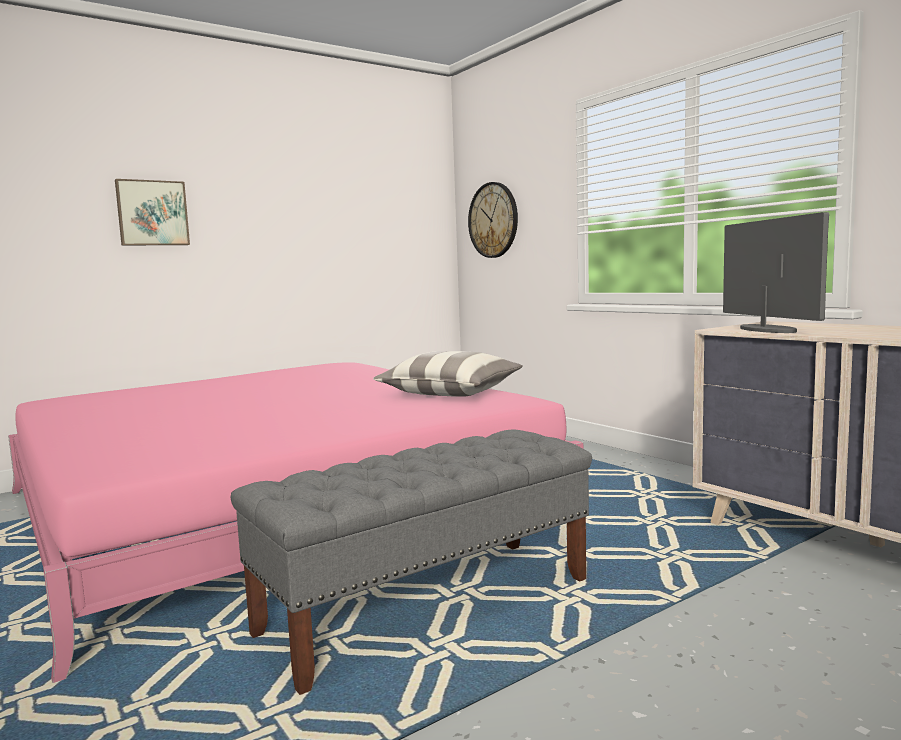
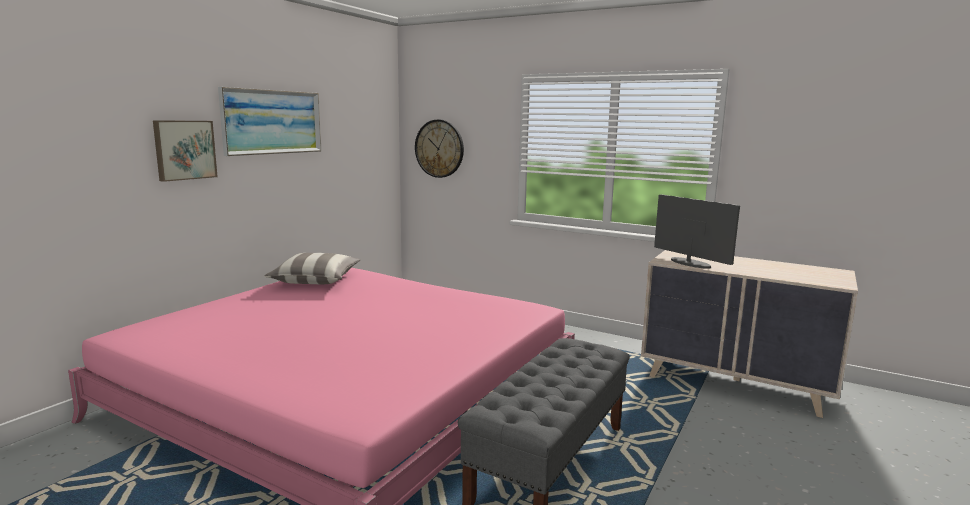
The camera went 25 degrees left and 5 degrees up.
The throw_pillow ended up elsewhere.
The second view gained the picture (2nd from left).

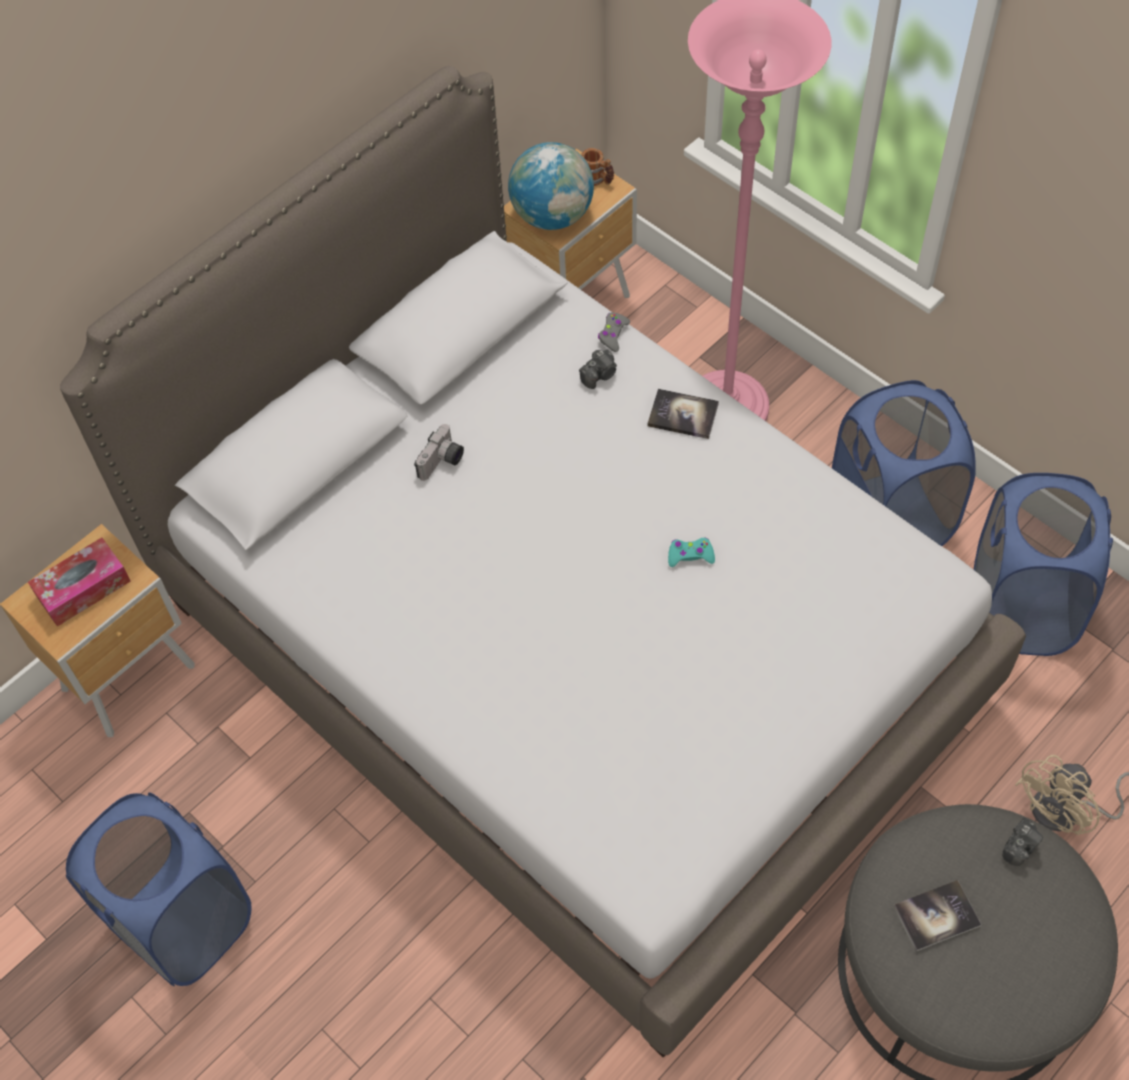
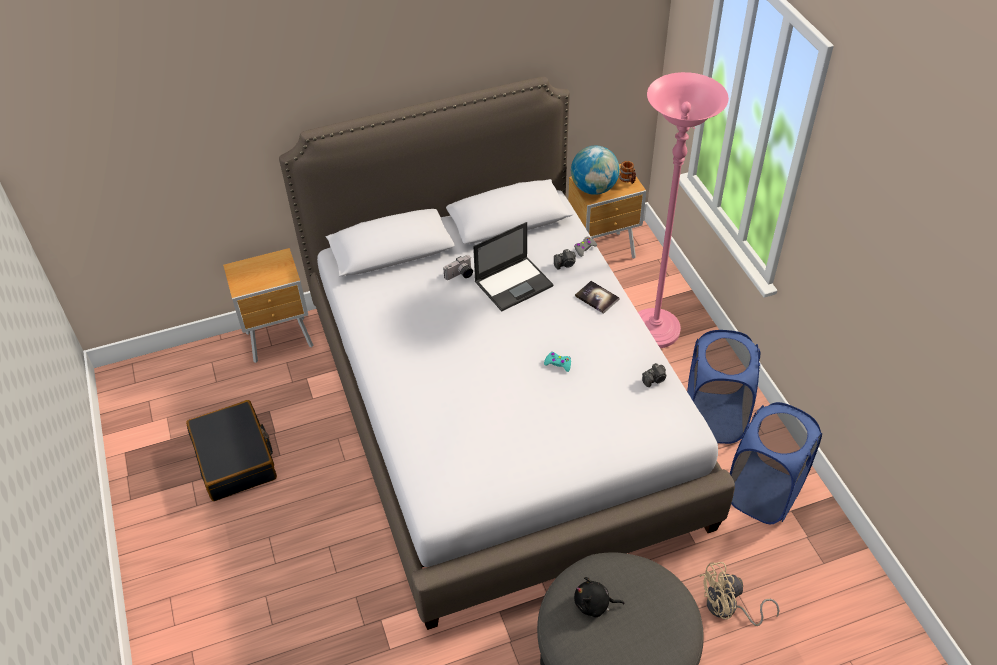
The camera went 25 degrees right and 10 degrees down.
The second view lost the tissue_box.
Where the bluish_hamper (1st from left) stood, the black-coloured_piece_of_luggage came to stand.
Where the book (2nd from left) stood, the black-coloured_cuddly_toy came to stand.
The photo_camera (3rd from left) ended up elsewhere.
The second view gained the laptop.

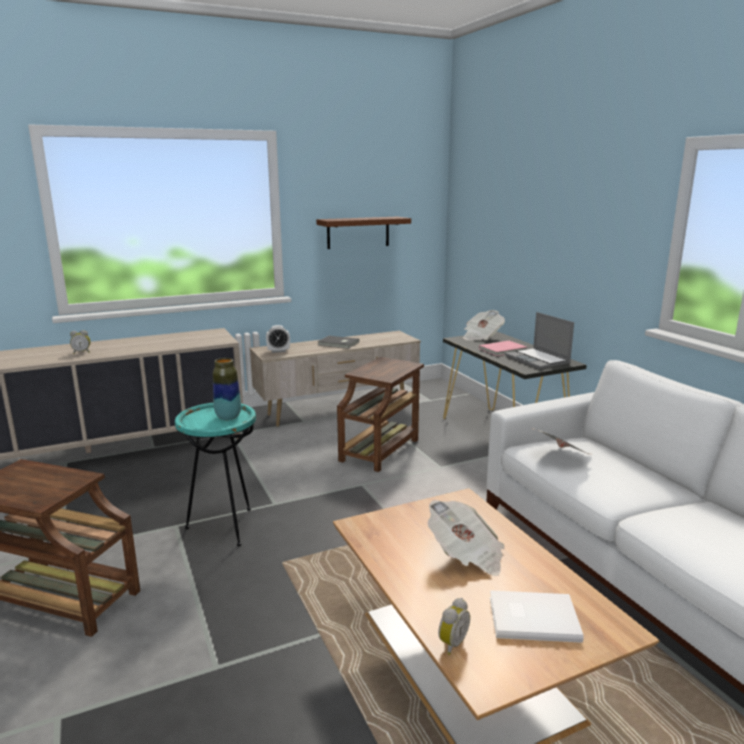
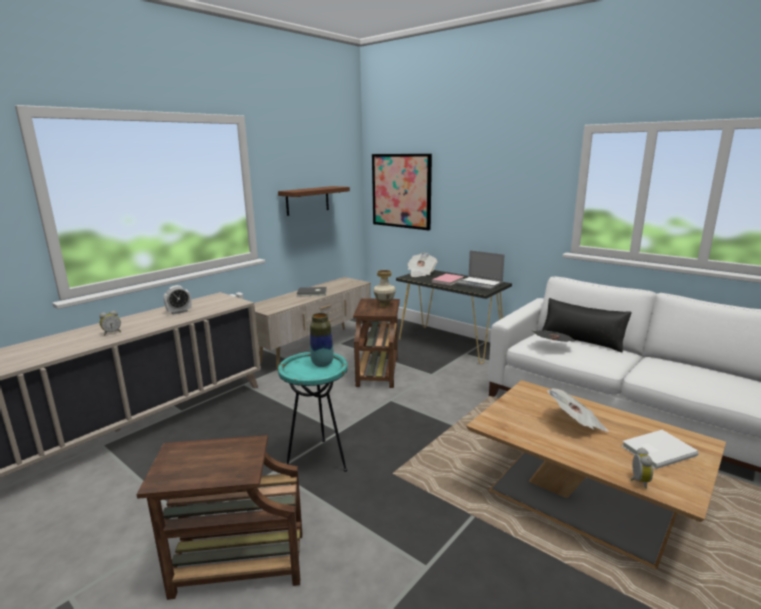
The camera went 25 degrees left and 0 degrees up.
The alarm_clock (2nd from left) ended up elsewhere.
The second view gained the picture.
The second view gained the flower_vase (2nd from left).
The second view gained the black-coloured_throw_pillow.

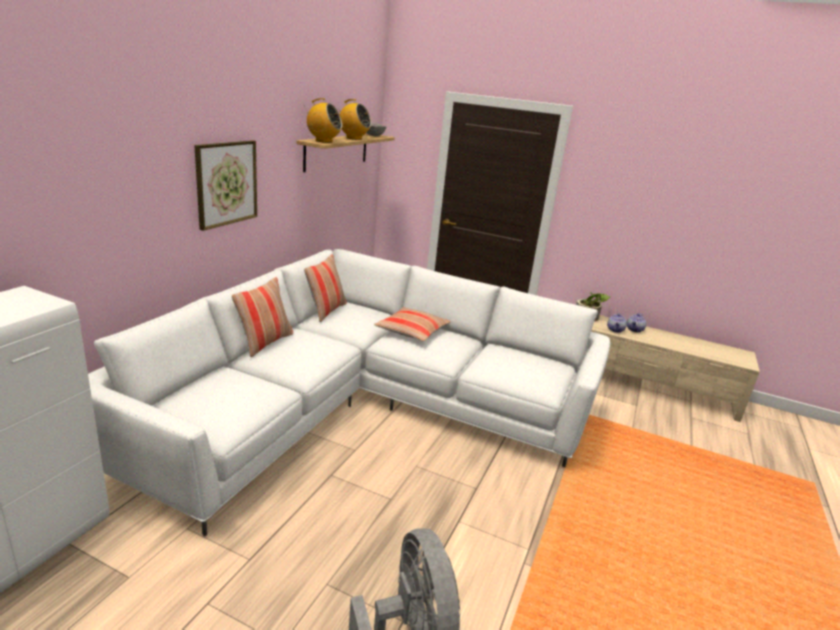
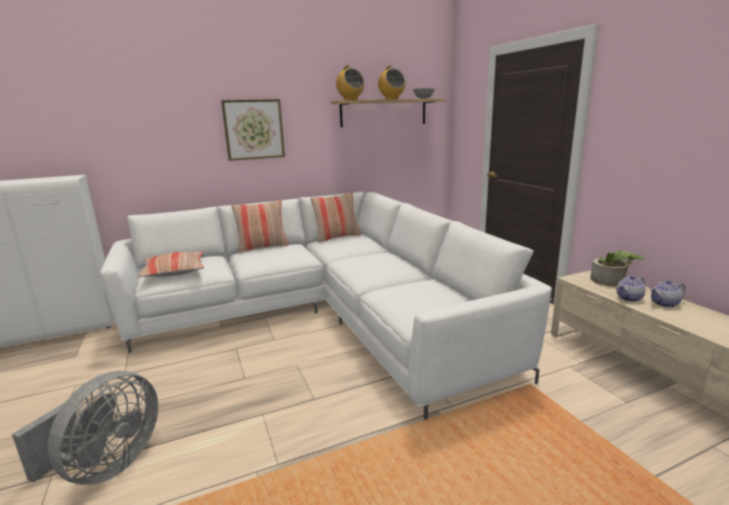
The camera went 45 degrees right and 5 degrees down.
The throw_pillow (3rd from left in the first image) ended up elsewhere.

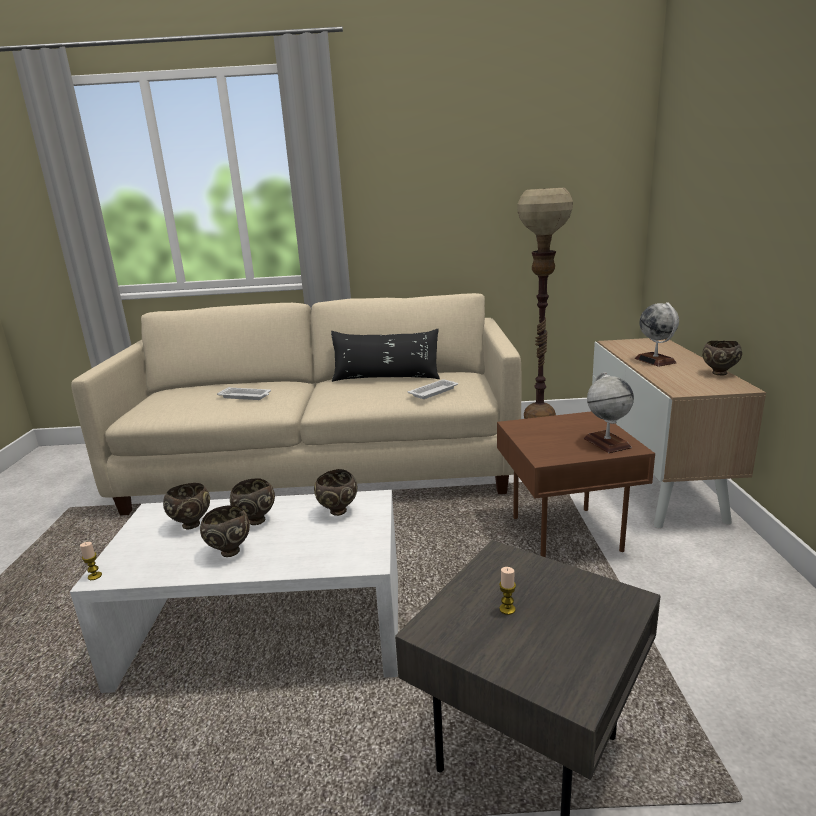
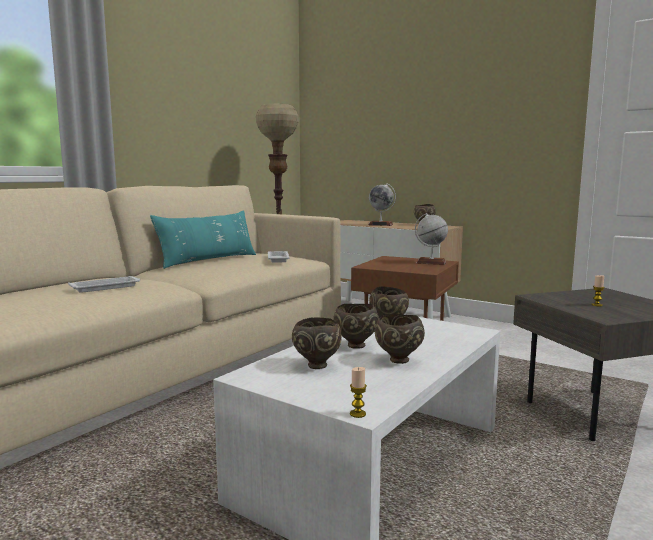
The camera went 55 degrees left and 10 degrees down.
What was the black-coloured_throw_pillow turned into the blue-green_throw_pillow.

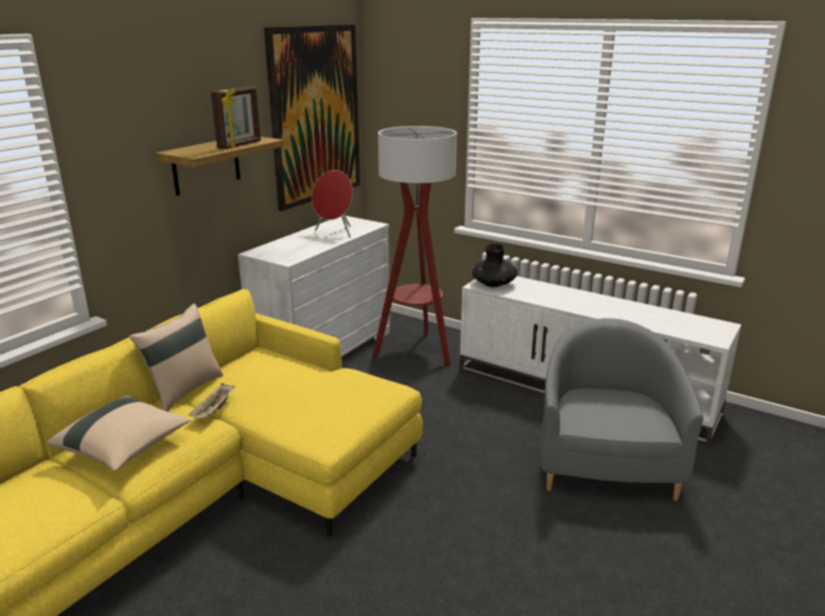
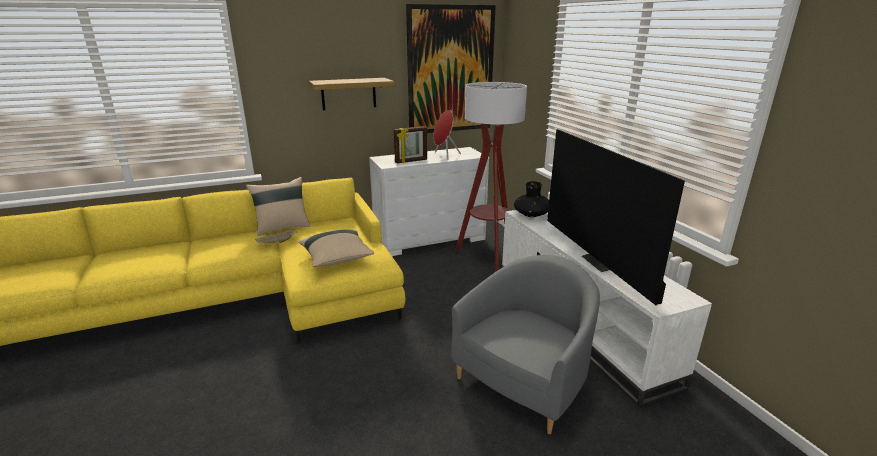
The camera went 35 degrees right and 0 degrees up.
The beige_throw_pillow (1st from left in the first image) ended up elsewhere.
The standing_frame ended up elsewhere.
The second view gained the TV.

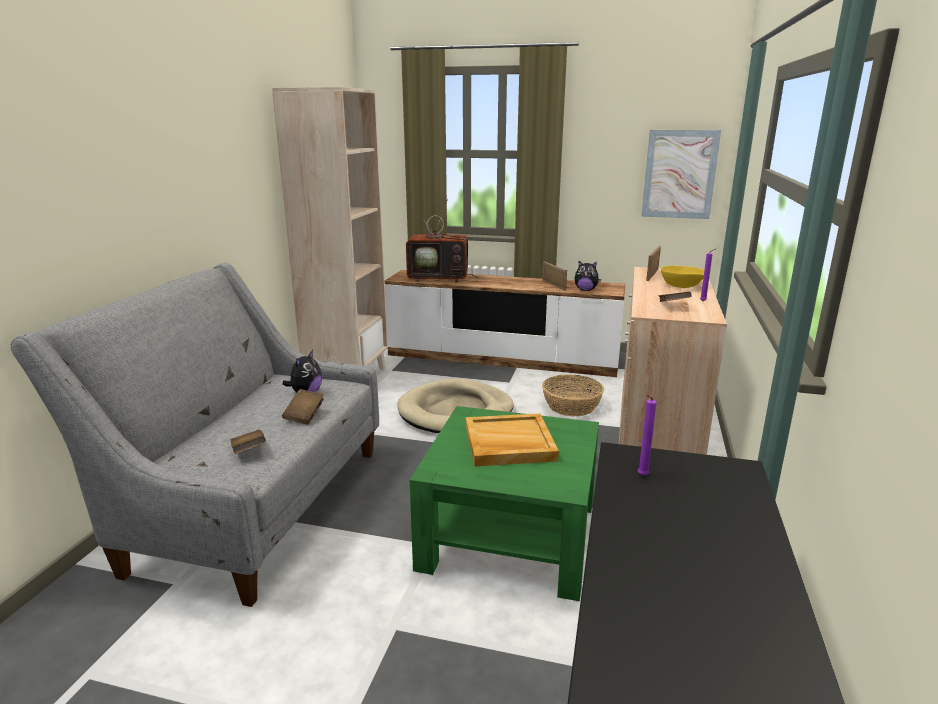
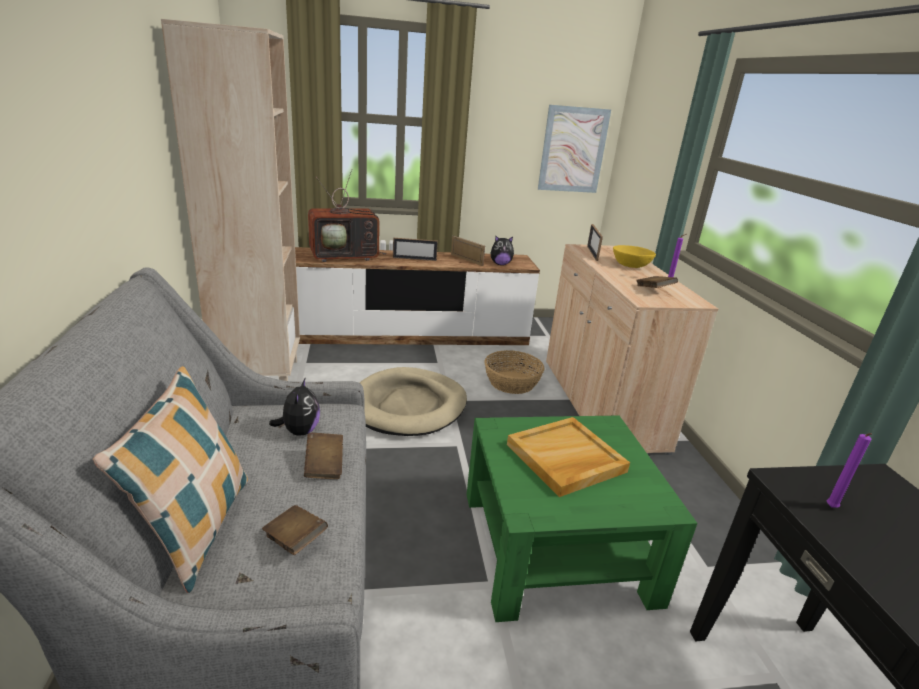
The camera went 25 degrees left and 5 degrees up.
The second view gained the throw_pillow.
The second view gained the standing_frame (1st from left).

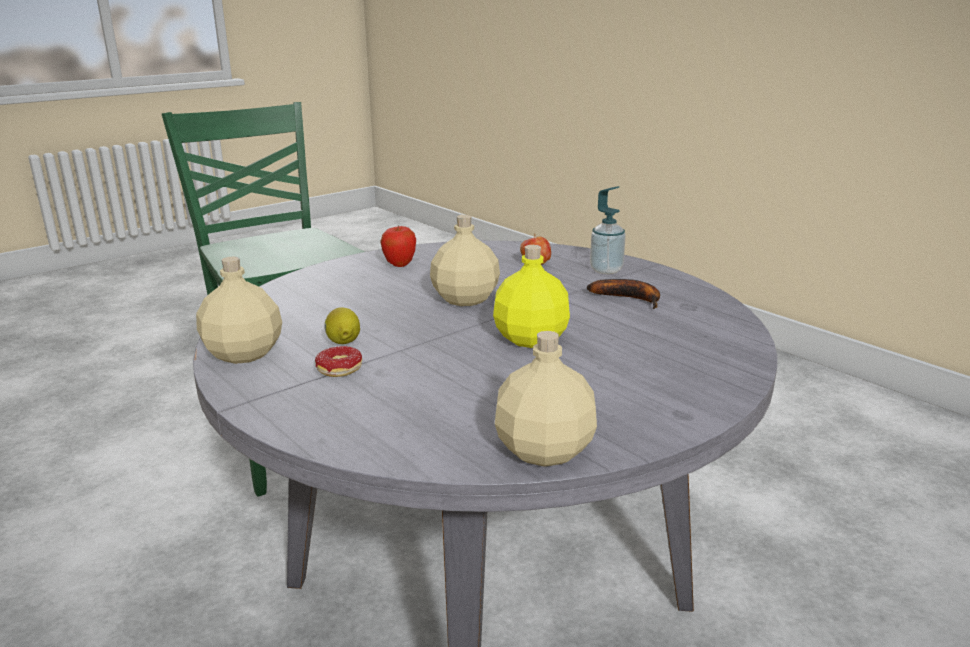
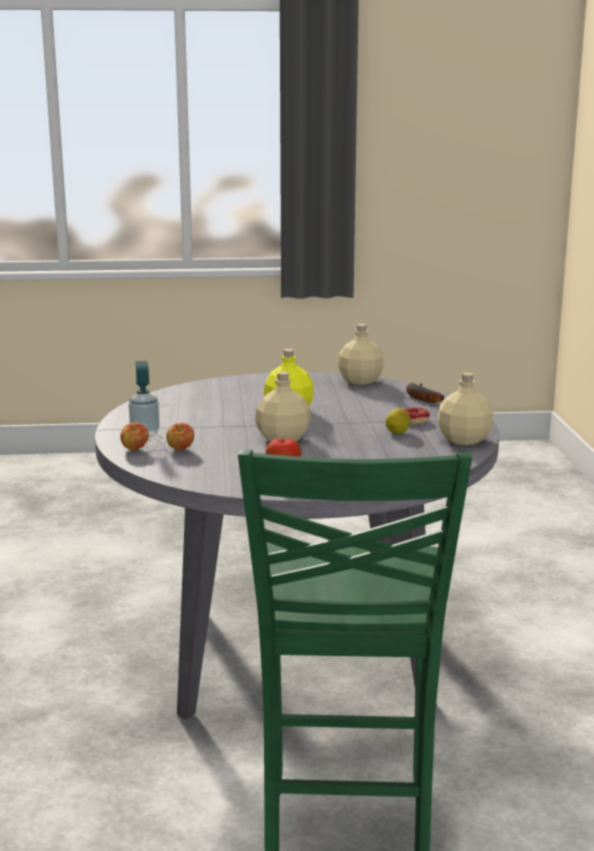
The camera went 145 degrees left and 5 degrees down.
The banana_fruit ended up elsewhere.
The second view gained the whole_apple (1st from left).

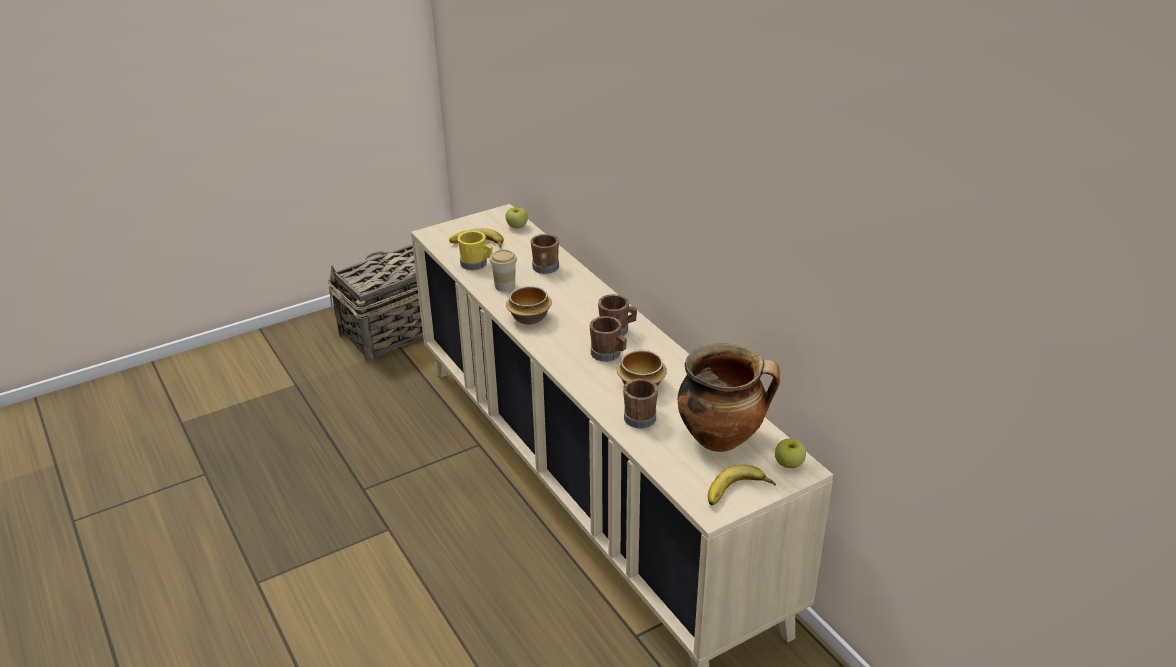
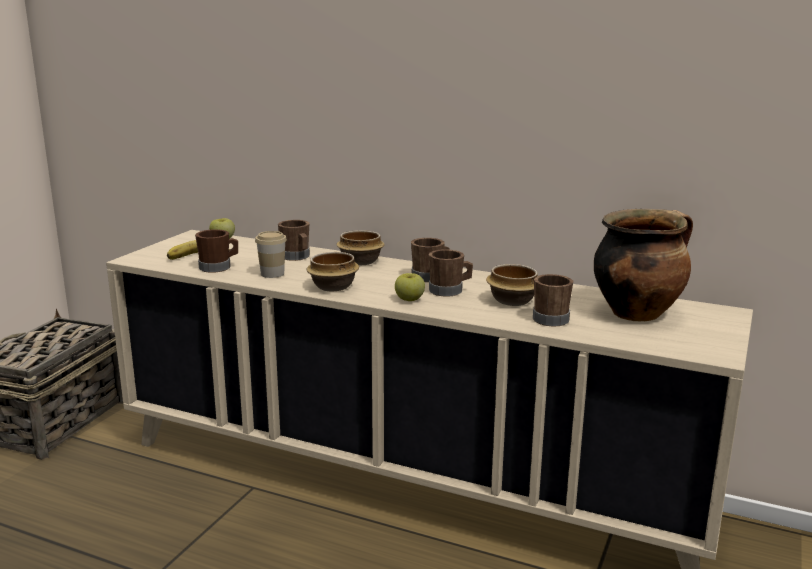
The camera went 35 degrees left and 15 degrees down.
What was the yellow_mug turned into the brown_mug (1st from left).
The second view lost the banana_fruit (2nd from left).
The whole_apple (2nd from left) ended up elsewhere.
The second view gained the deep_dish (2nd from left).

